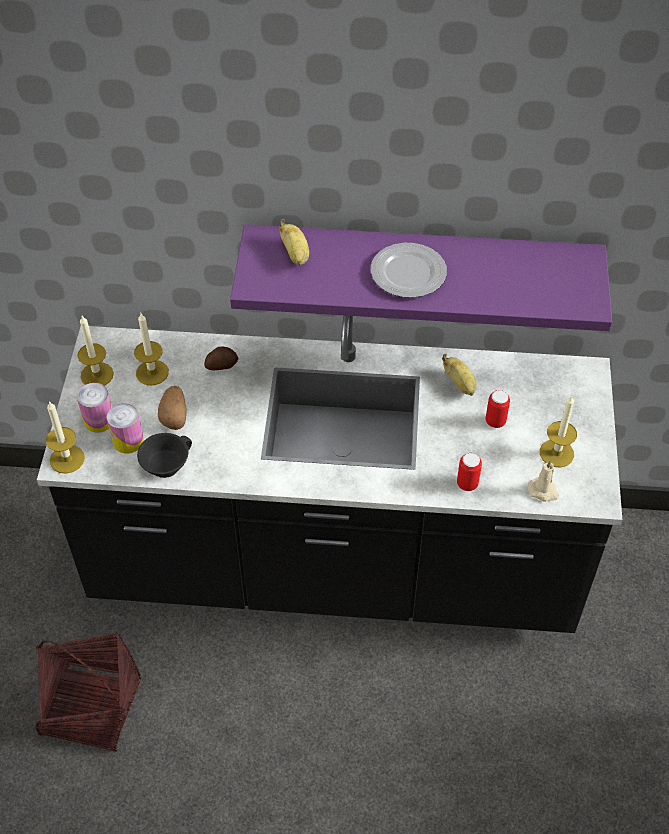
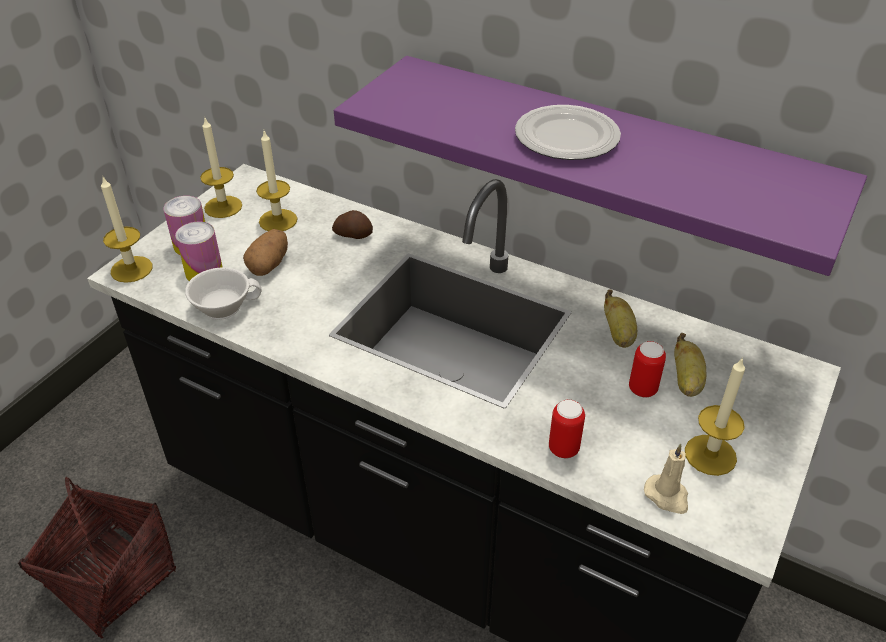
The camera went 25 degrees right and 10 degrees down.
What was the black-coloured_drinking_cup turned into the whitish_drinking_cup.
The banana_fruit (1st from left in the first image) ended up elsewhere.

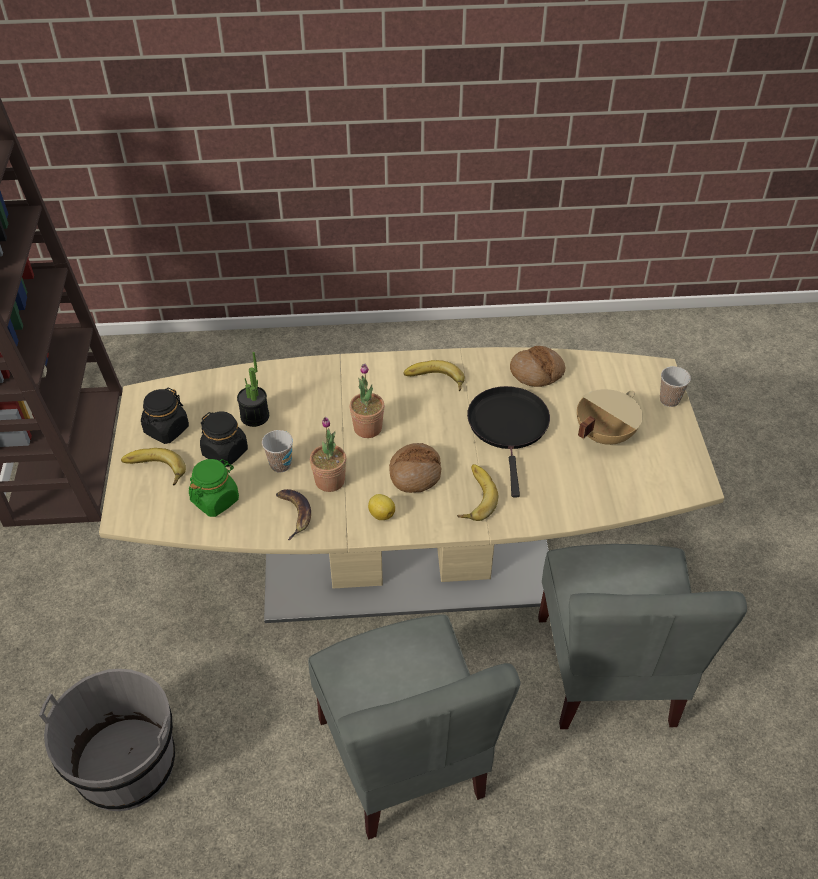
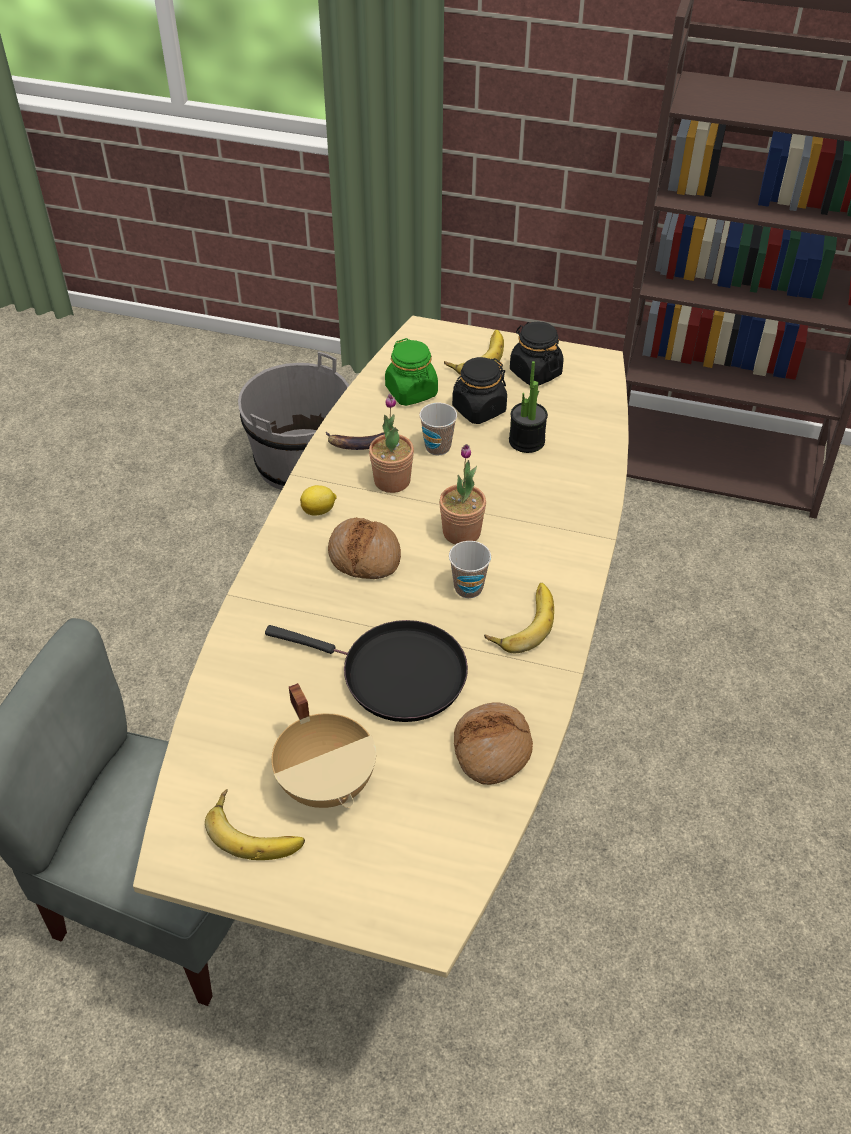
The camera went 110 degrees right and 0 degrees up.
The second view lost the gray_upright_chair (1st from left).
The banana_fruit (4th from left in the first image) ended up elsewhere.
The drinking_cup (2nd from left) ended up elsewhere.

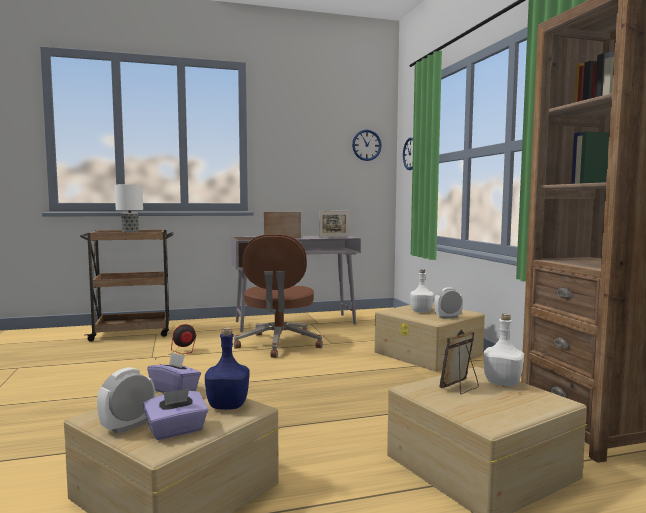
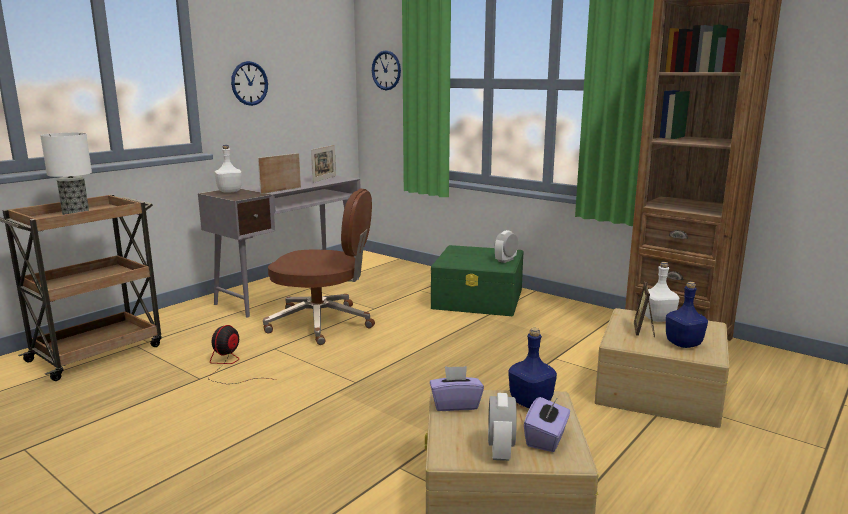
The camera went 35 degrees left and 10 degrees up.
The brown_computer_chair ended up facing another way, 45 degrees counterclockwise from before.
The hanging_clock (1st from left) ended up elsewhere.
What was the beige_storage_bin (2nd from left) turned into the green-coloured_storage_bin.
The whitish_bottle (1st from left) ended up elsewhere.
The second view gained the bluish_bottle (2nd from left).

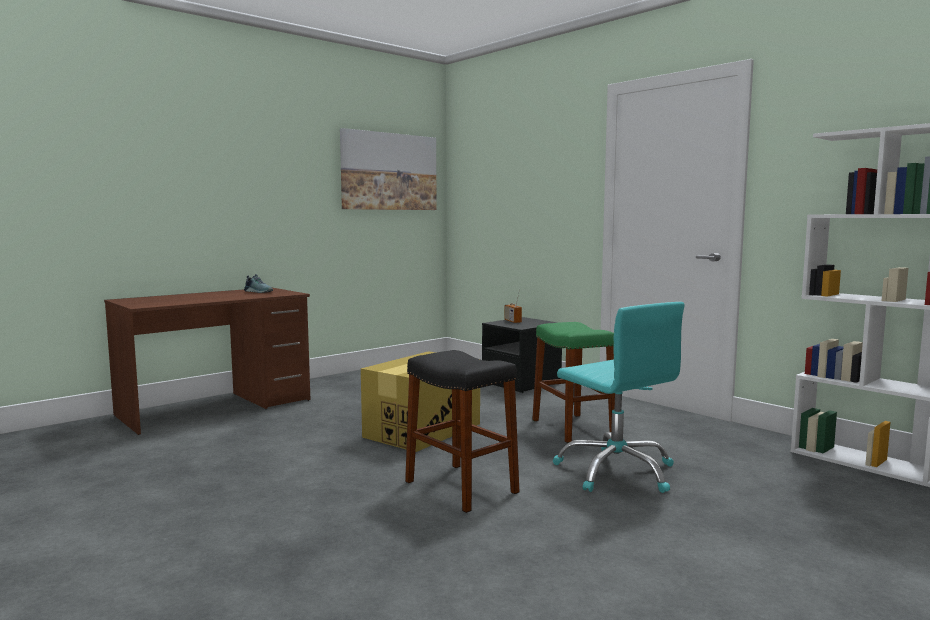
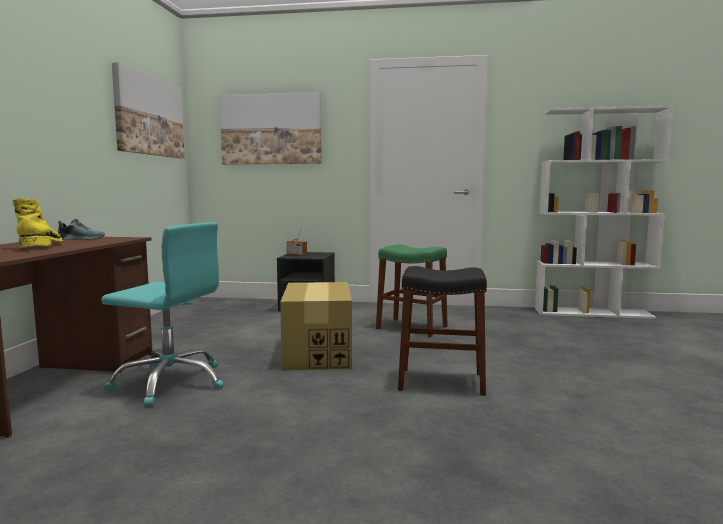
The camera went 40 degrees left and 0 degrees up.
The blue-green_computer_chair ended up elsewhere.
The second view gained the yellow_high-top_boot.
The second view gained the picture (2nd from left).

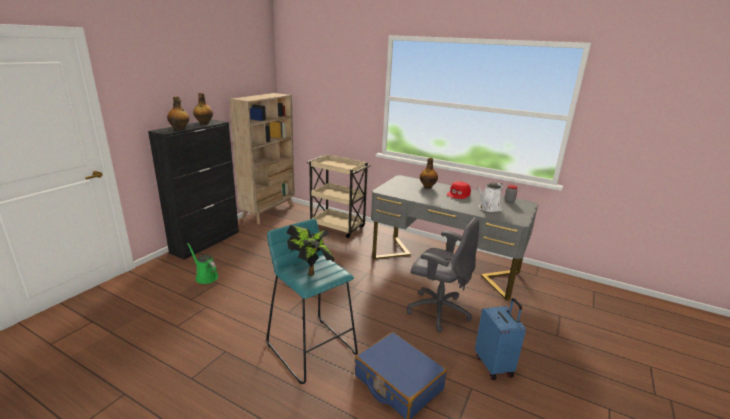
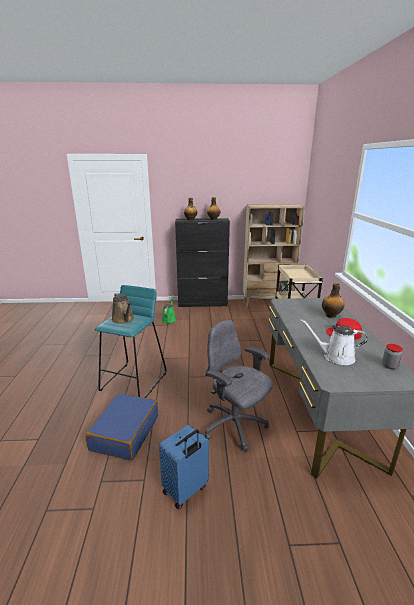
The camera went 60 degrees right and 0 degrees up.
Where the potted_plant stood, the brown_watering_can came to stand.
The gray_computer_chair ended up facing another way, 135 degrees clockwise from before.

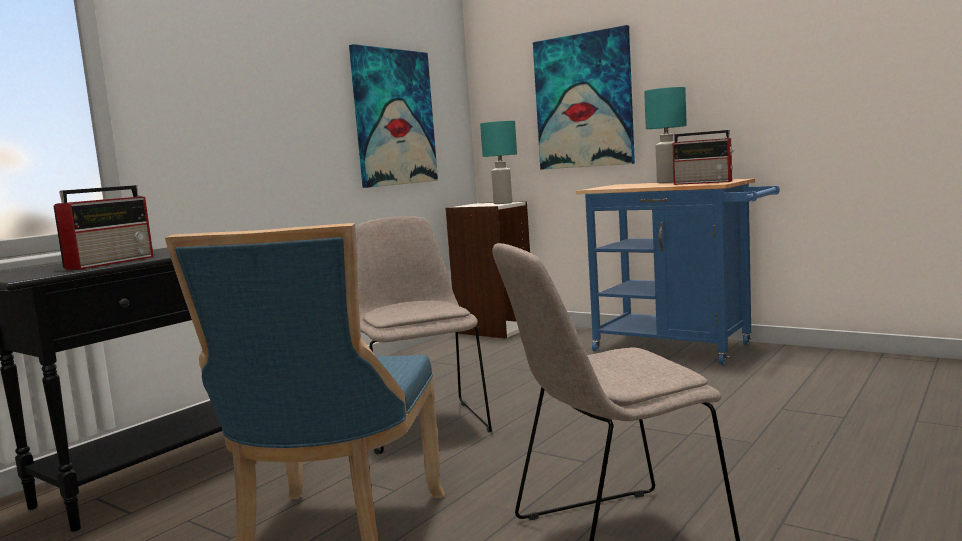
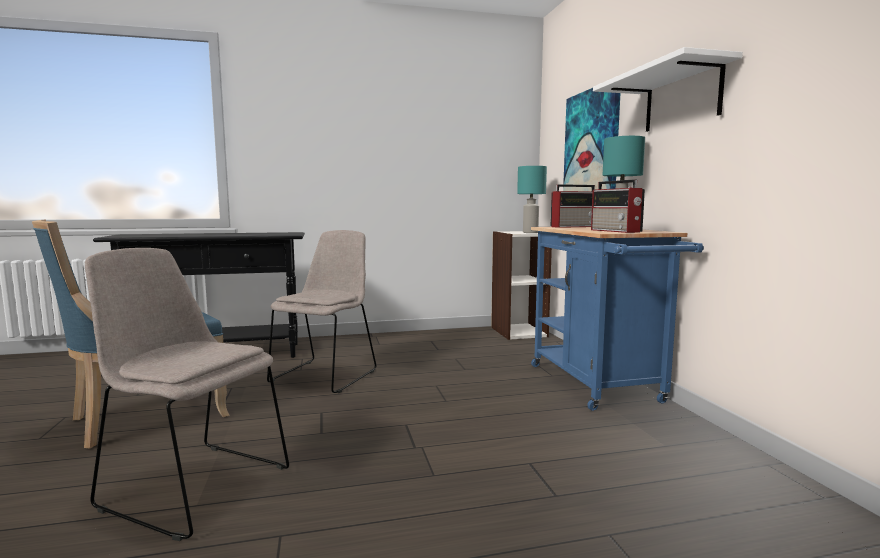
The camera went 40 degrees right and 0 degrees up.
The radio_receiver (1st from left) ended up elsewhere.
The second view lost the picture (1st from left).
The second view gained the whitish_wall_shelf.

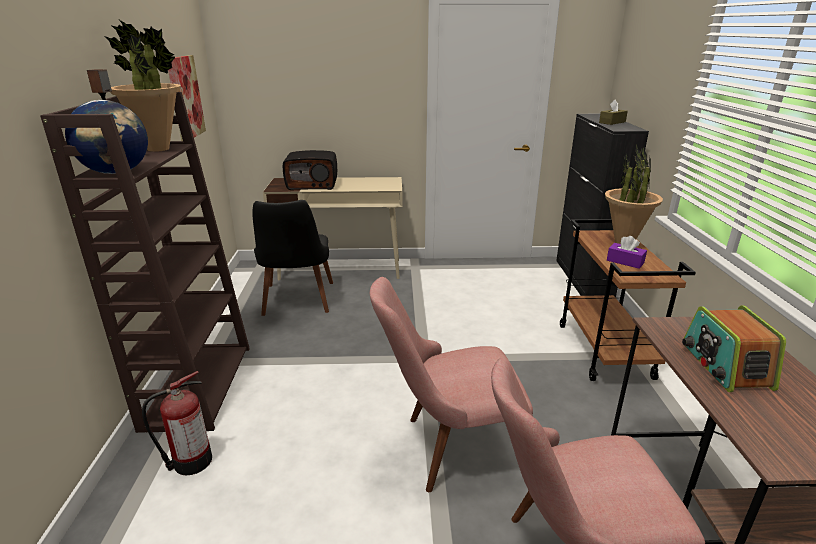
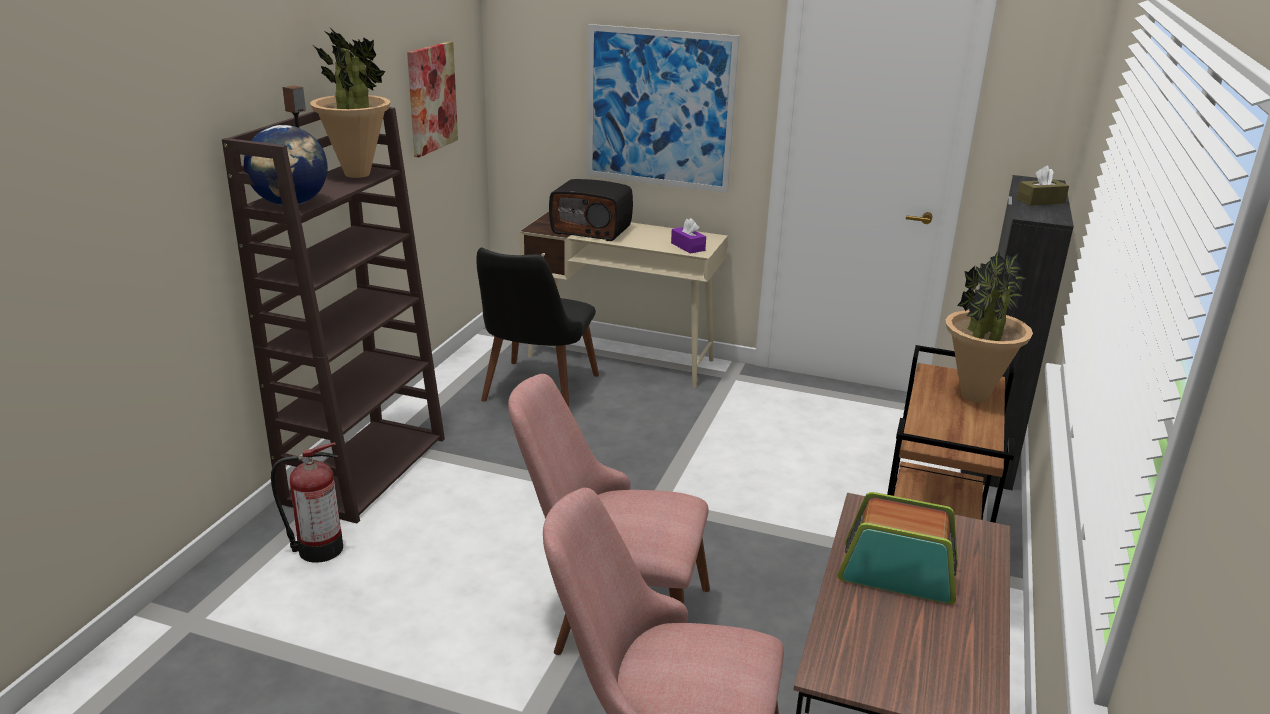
The camera went 20 degrees right and 0 degrees up.
The purplish_tissue_box ended up elsewhere.
The radio_receiver (2nd from left) ended up facing another way, 90 degrees clockwise from before.
The second view gained the picture (2nd from left).

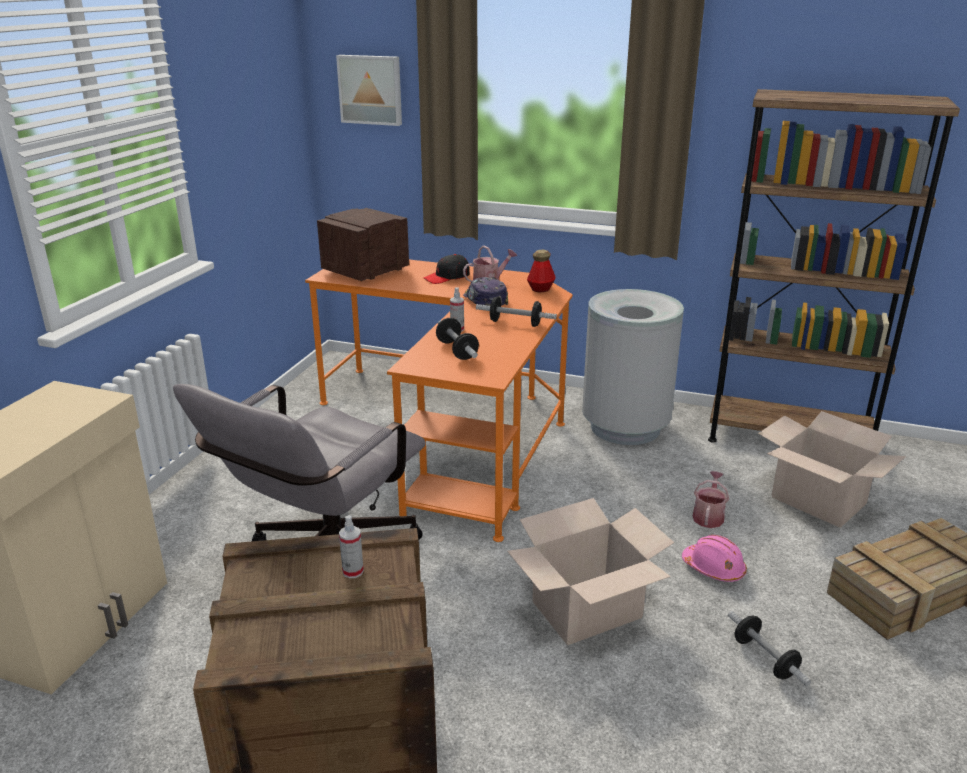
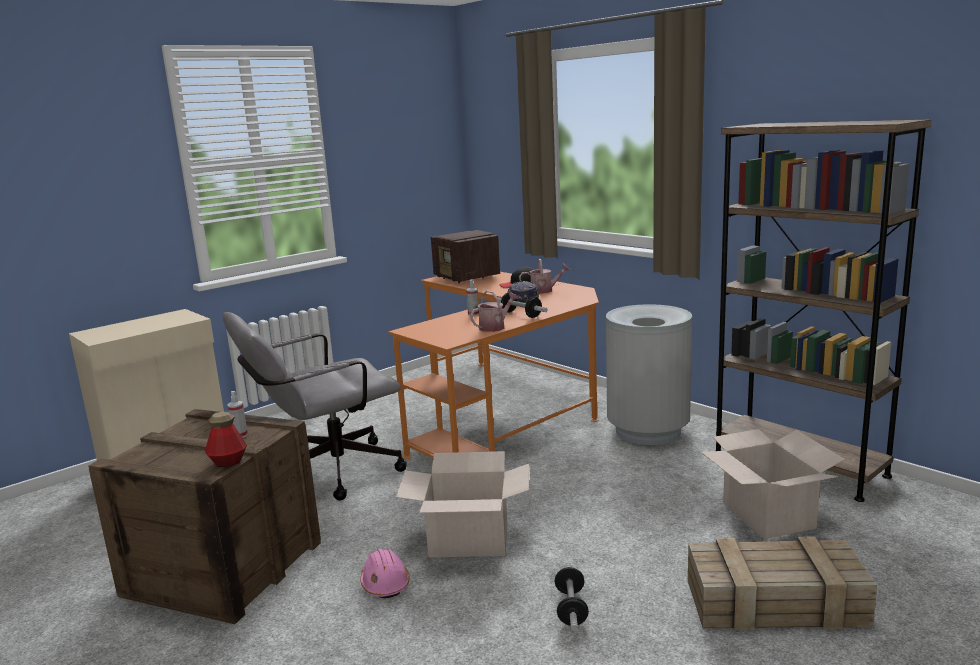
The camera went 30 degrees right and 10 degrees down.
The radio_receiver ended up facing another way, 105 degrees counterclockwise from before.
The second view lost the picture.
The second view lost the dumbbell (1st from left).
The bottle ended up elsewhere.
The pink-coloured_hard_hat ended up elsewhere.
The watering_can (2nd from left in the first image) ended up elsewhere.

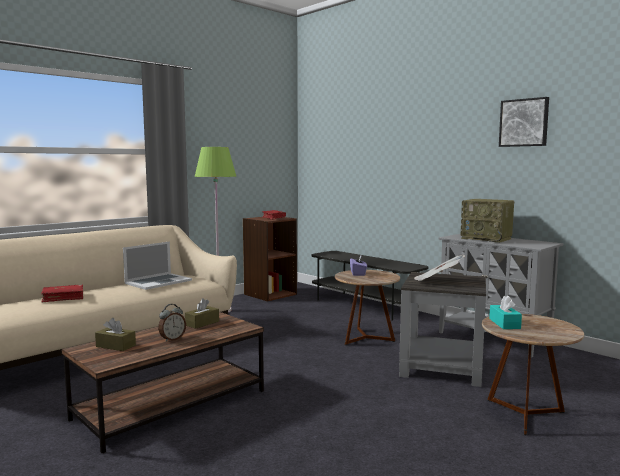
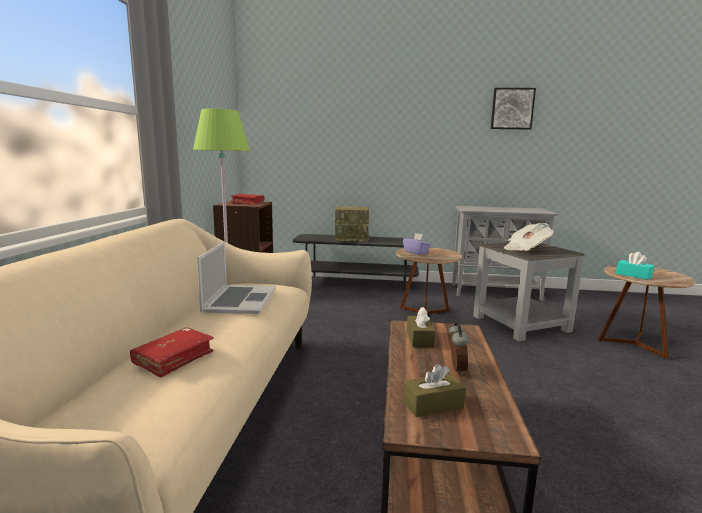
The camera went 40 degrees left and 5 degrees up.
The radio_receiver ended up elsewhere.

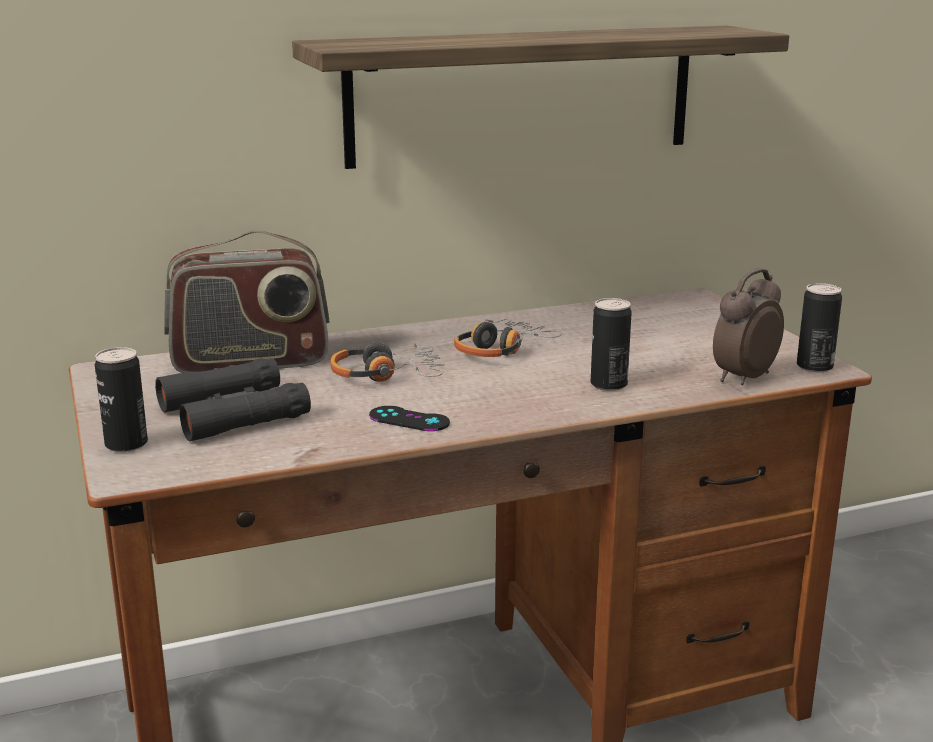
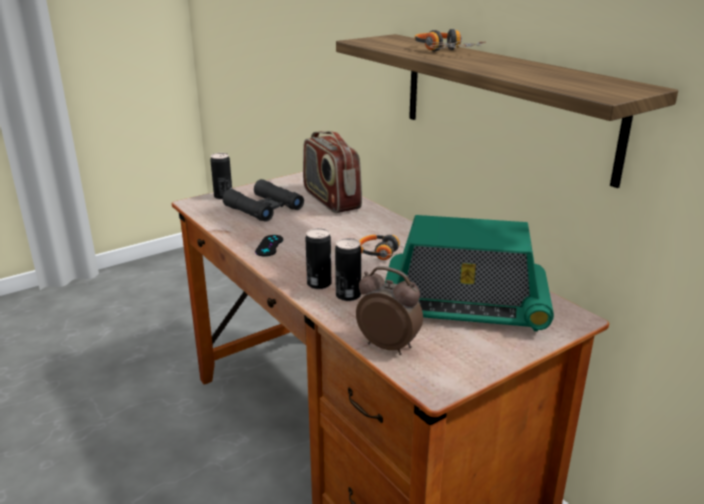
The camera went 75 degrees right and 5 degrees up.
The headphones (1st from left in the first image) ended up elsewhere.
The sealed_can (3rd from left in the first image) ended up elsewhere.
The second view gained the radio_receiver (2nd from left).

